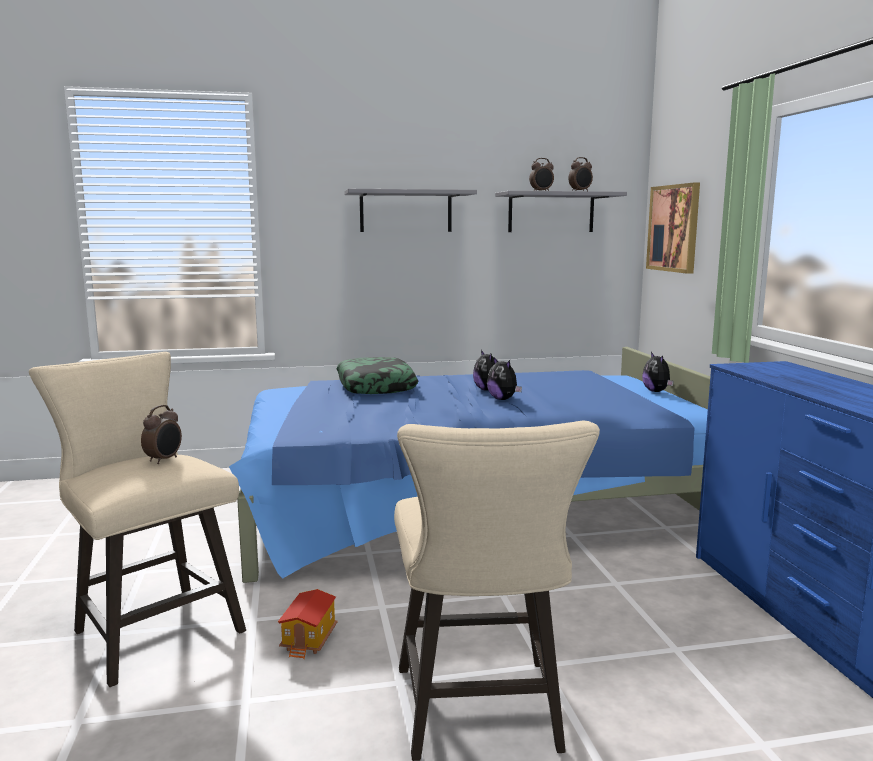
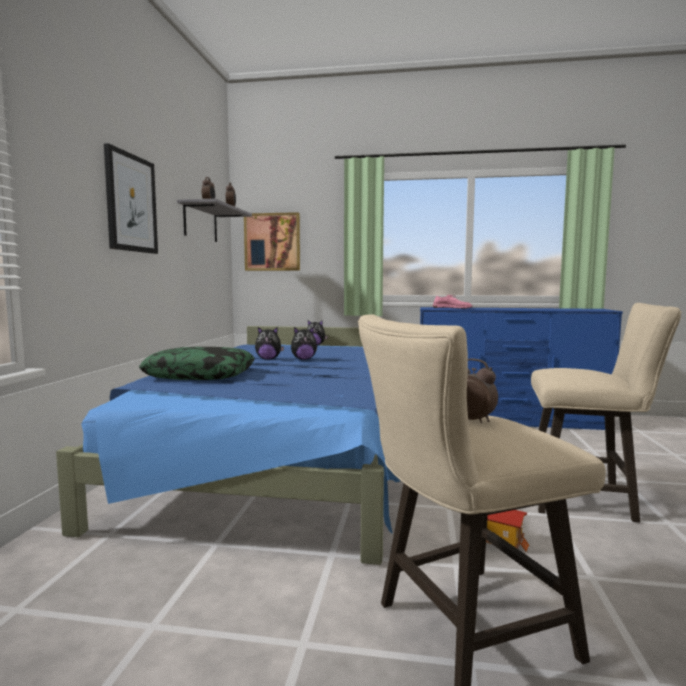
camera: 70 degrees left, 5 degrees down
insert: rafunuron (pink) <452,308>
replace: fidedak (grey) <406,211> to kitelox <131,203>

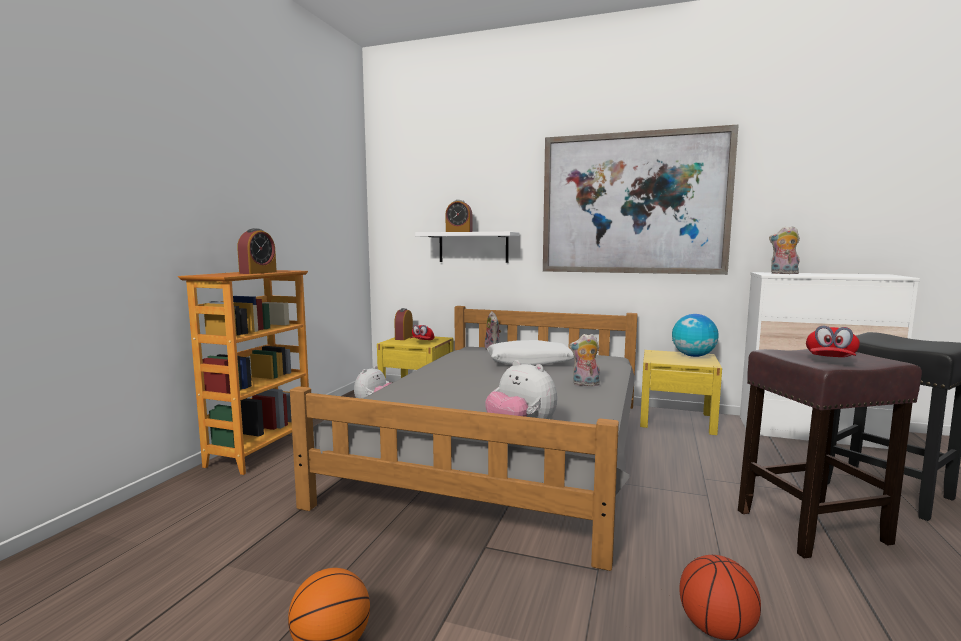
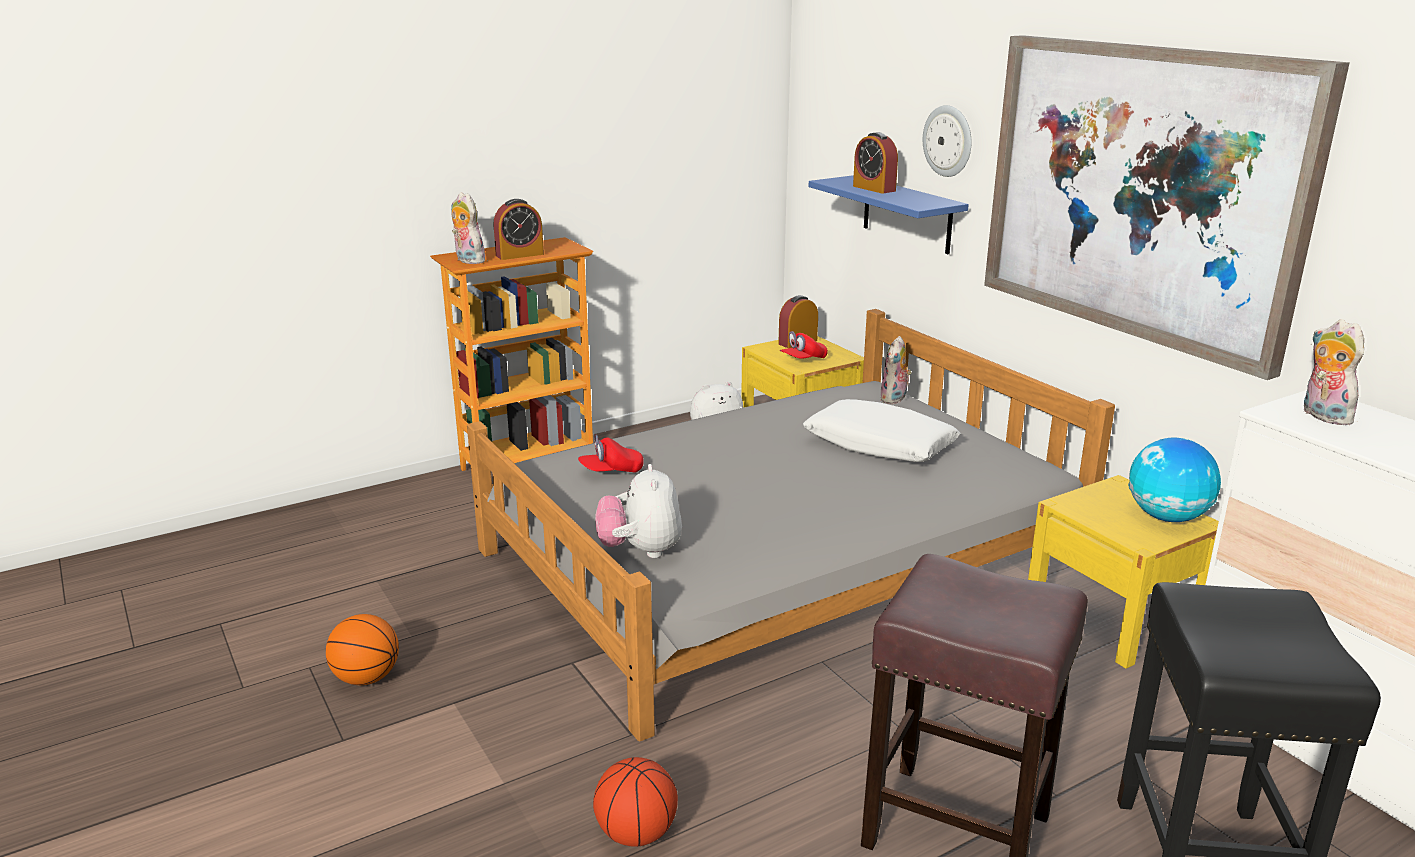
camera: 40 degrees right, 15 degrees up
insert: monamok <948,141>
move: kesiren <585,384> to <467,260>; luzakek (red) <830,361> to <611,471>
recolor: fidedak (white) <473,247> to fidedak (blue) <907,214>

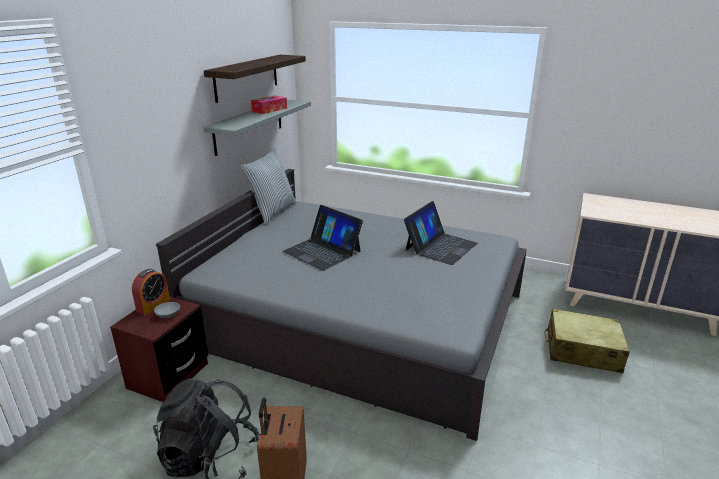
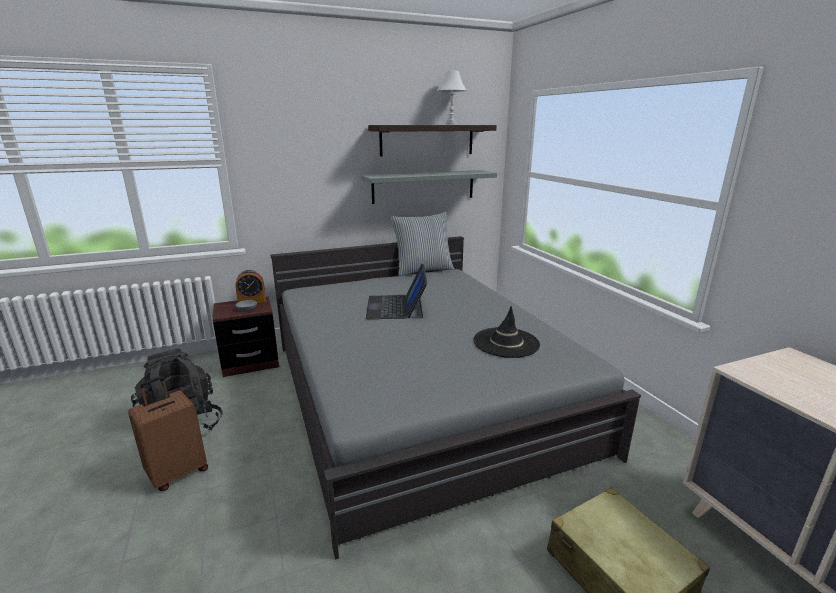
camera: 45 degrees right, 5 degrees down
delete: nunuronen <269,110>
insert: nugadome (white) <451,124>
replace: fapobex <440,246> to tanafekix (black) <506,342>

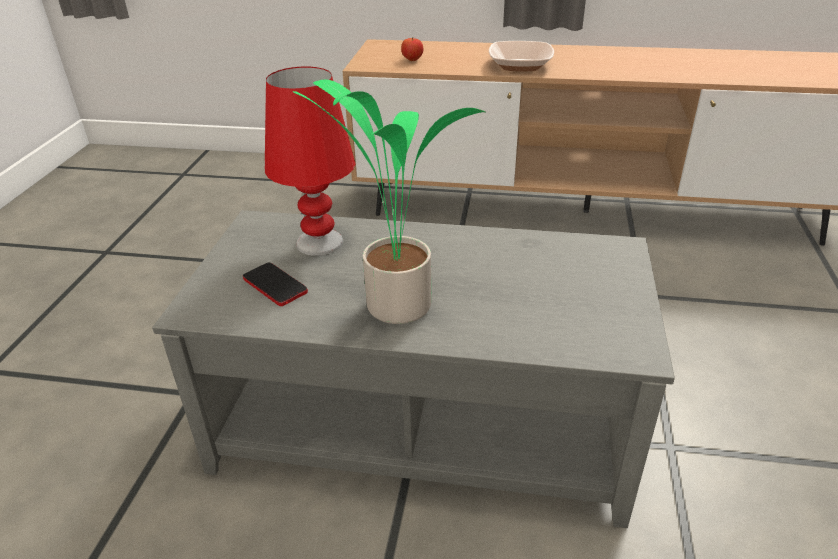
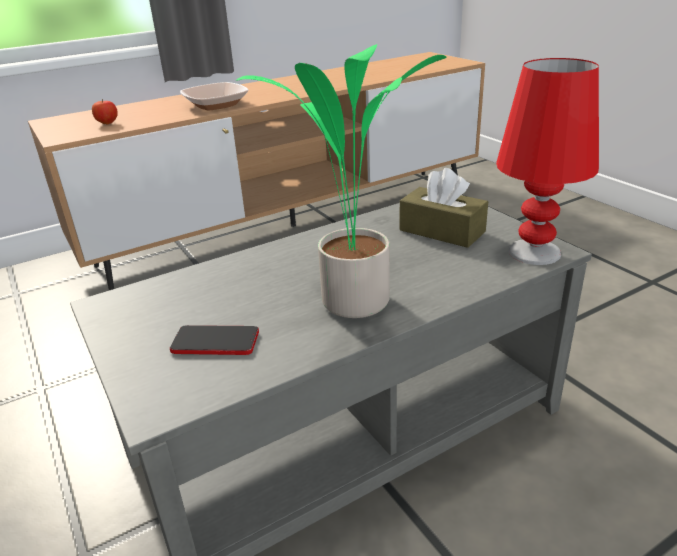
camera: 40 degrees left, 5 degrees down
insert: nunuronen (brown) <442,231>
move: nugadome (red) <320,242> to <534,252>

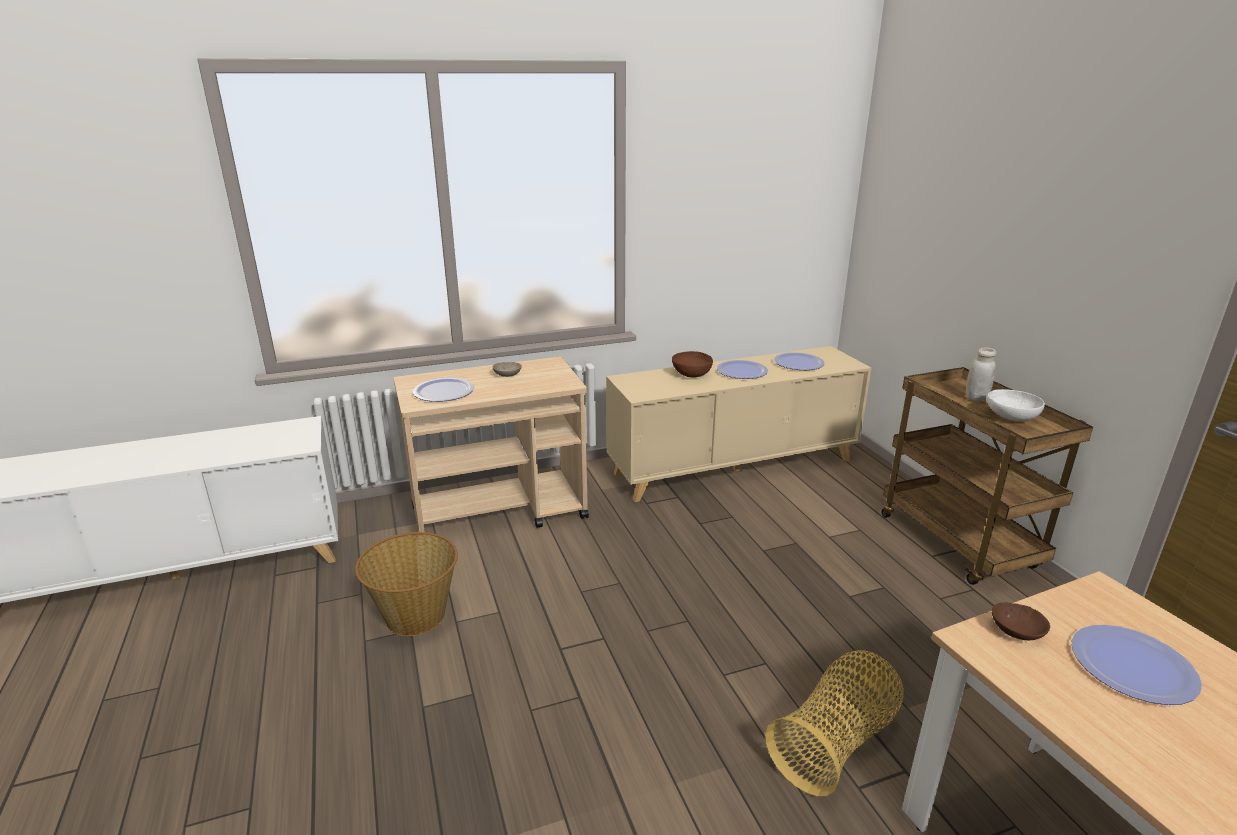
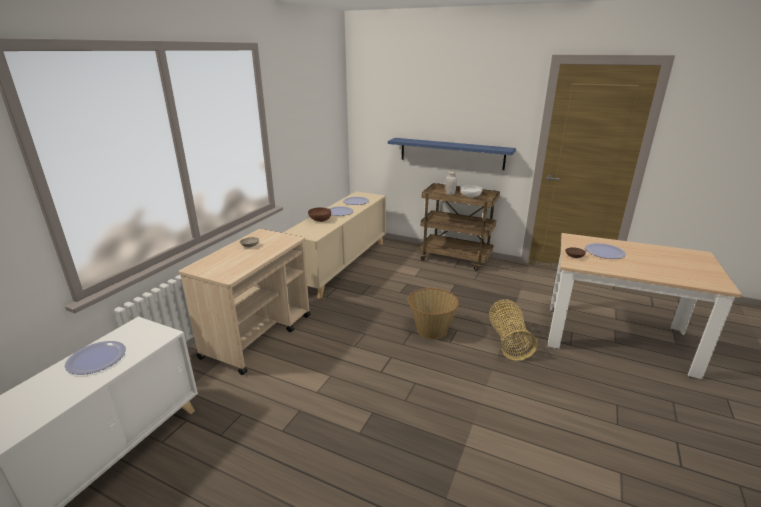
camera: 45 degrees left, 0 degrees up
insert: fidedak (blue) <451,153>
move: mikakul <415,615> to <431,330>; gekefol <444,391> to <96,358>

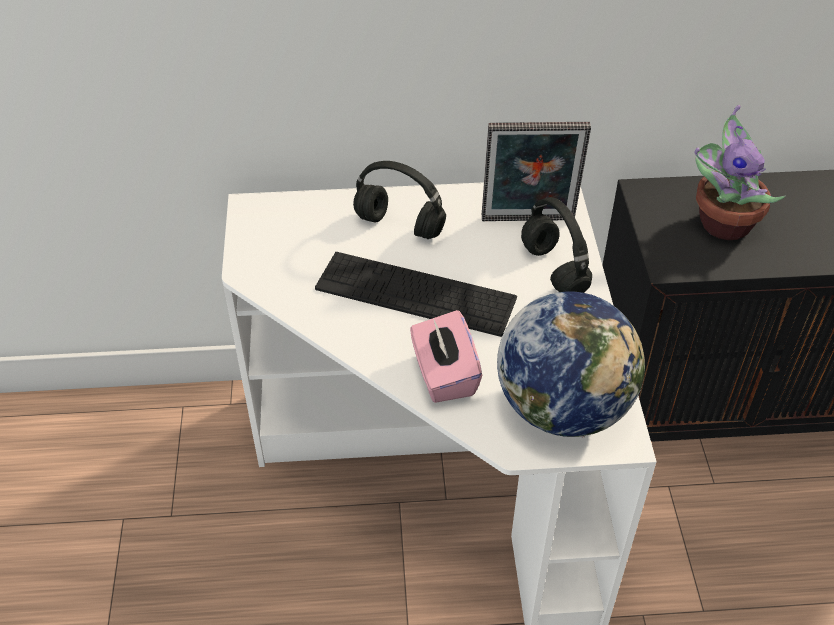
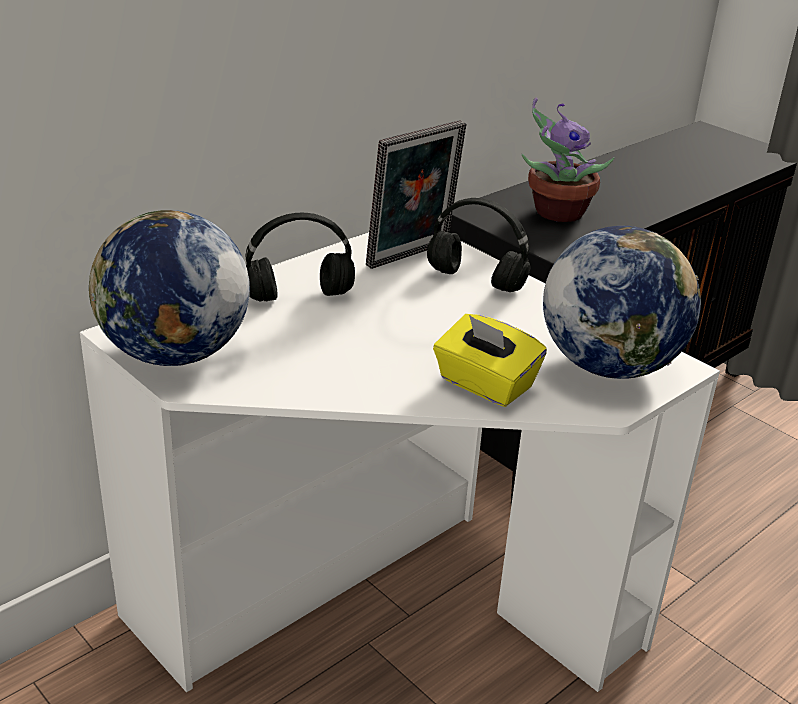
camera: 40 degrees left, 15 degrees down
delete: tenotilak <415,293>
insert: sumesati <174,354>
recolor: nunuronen (pink) <444,375> to nunuronen (yellow) <484,385>

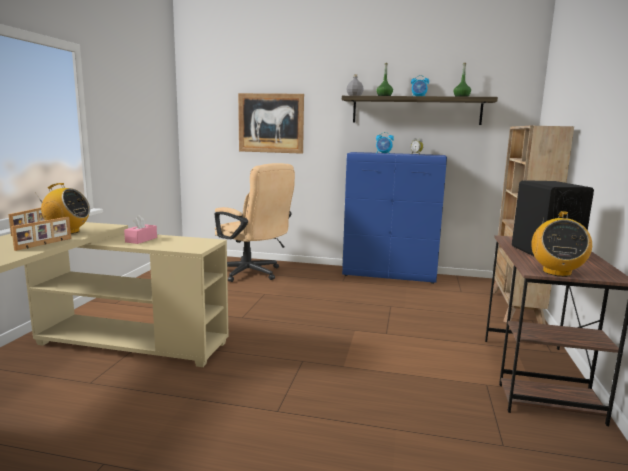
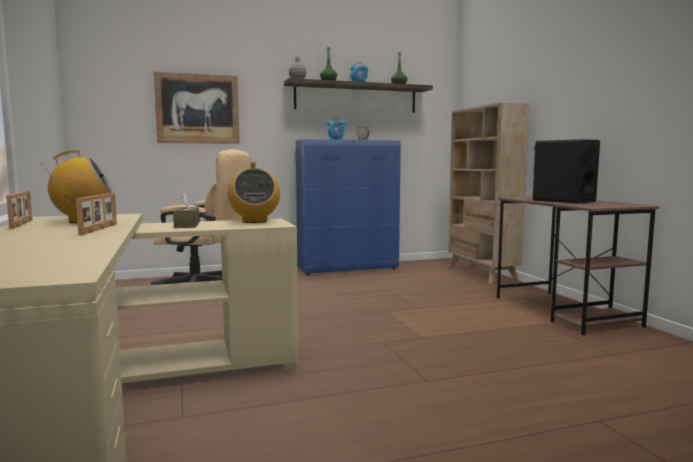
camera: 30 degrees left, 5 degrees down
move: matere <556,272> to <254,221>
recolor: nunuronen (pink) <141,240> to nunuronen (brown) <187,225>

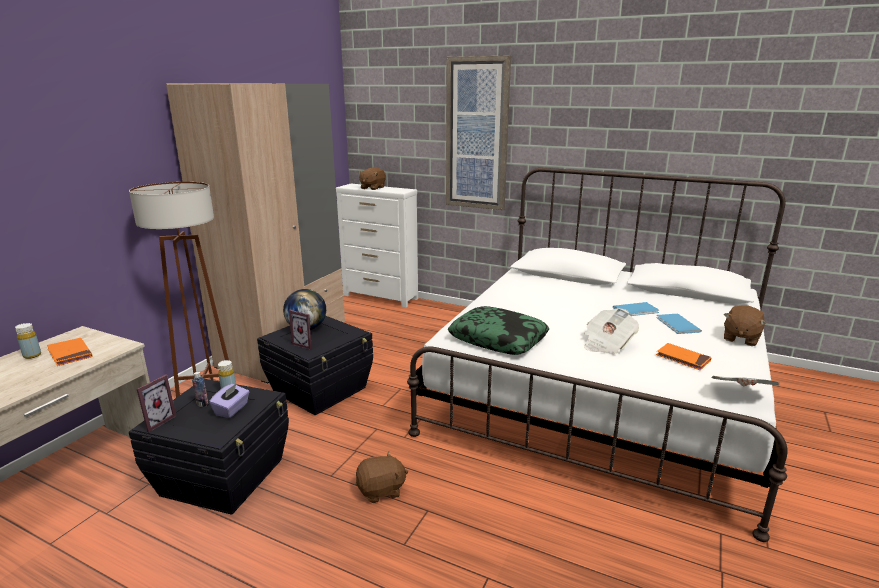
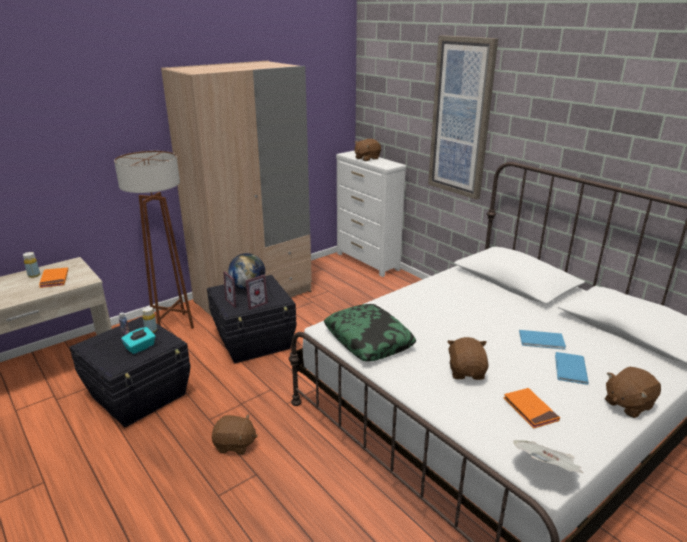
camera: 25 degrees right, 5 degrees up
move: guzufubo <156,421> to <255,304>
replace: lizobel <607,344> to kesiren (brown) <466,372>
recolor: nunuronen (purple) <232,409> to nunuronen (turquoise) <140,347>

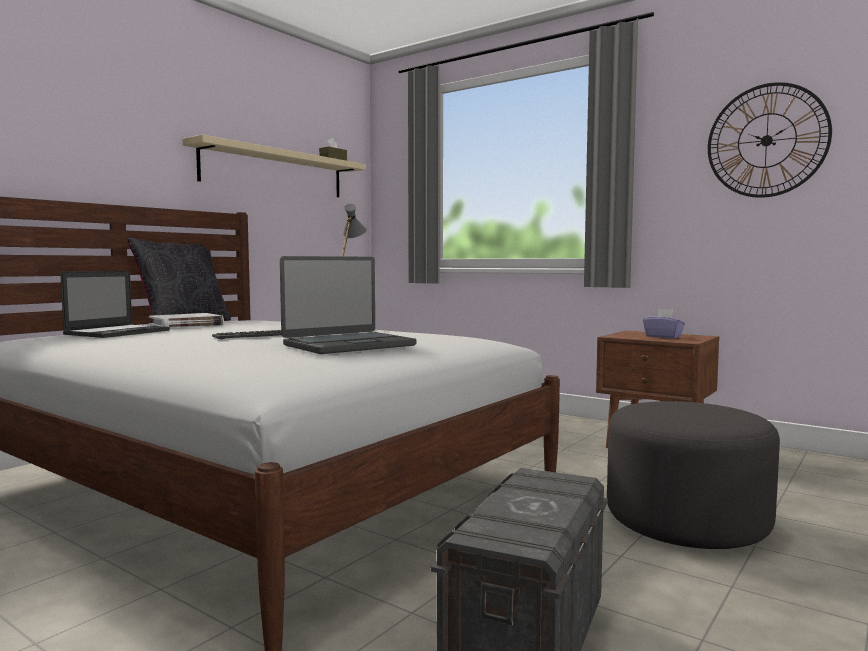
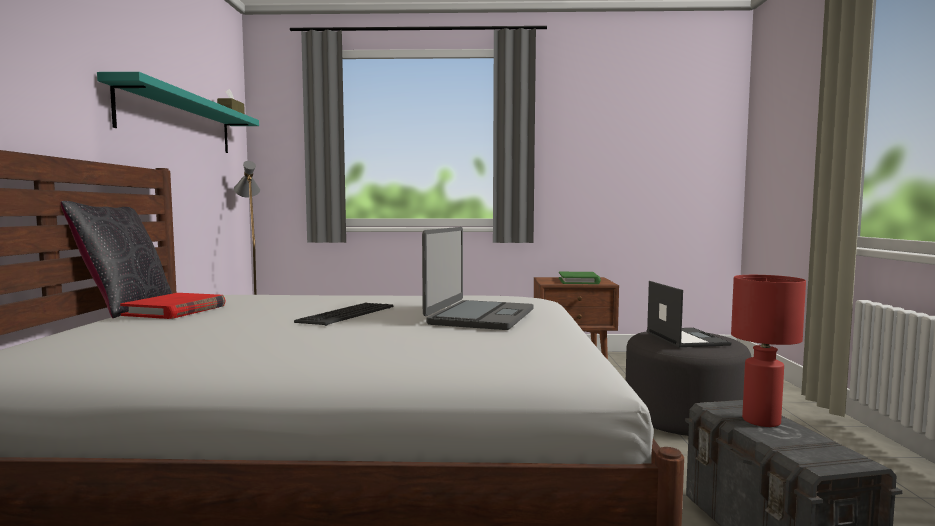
camera: 35 degrees left, 0 degrees up
delete: monamok <766,140>
insert: nugadome (red) <760,421>
move: fapobex <118,332> to <685,338>
replace: nunuronen (purple) <663,337> to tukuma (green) <579,281>
recolor: tukuma (white) <186,325> to tukuma (red) <175,310>; fidedak (beige) <275,172> to fidedak (turquoise) <179,121>

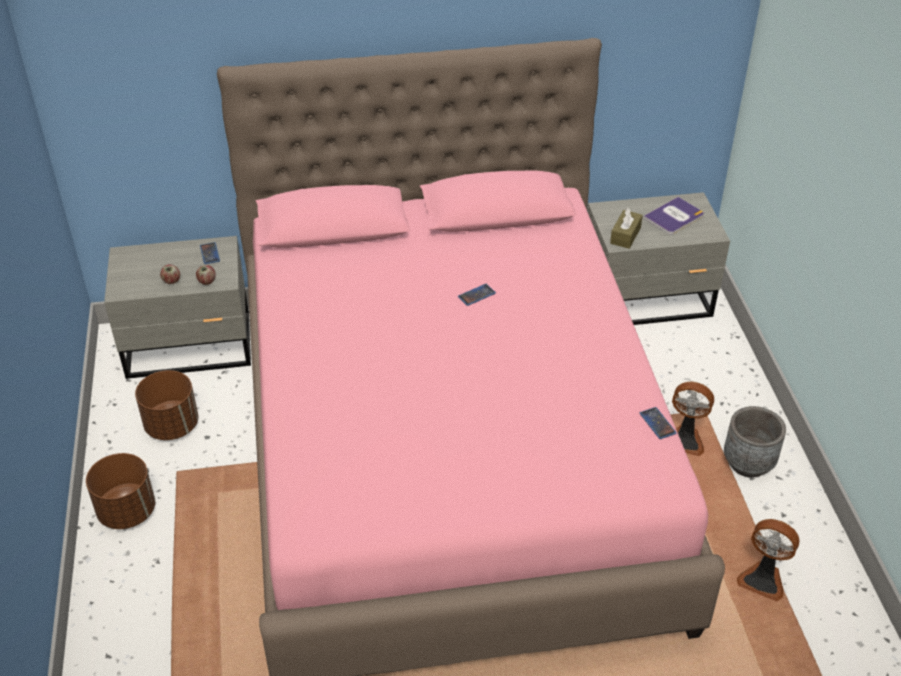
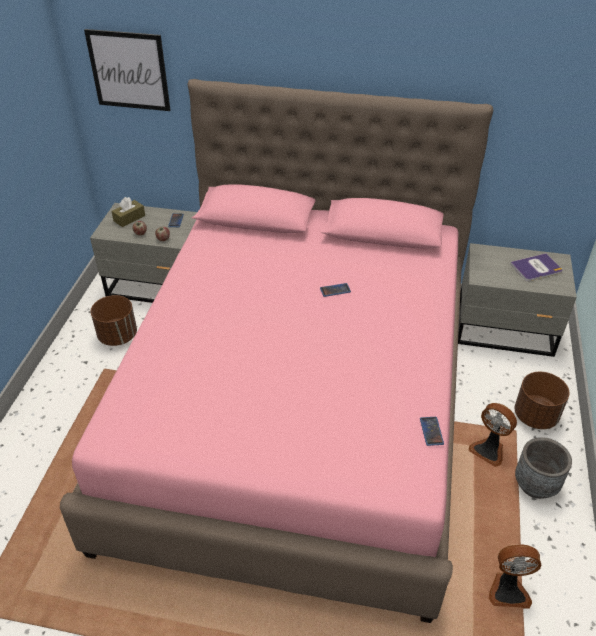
camera: 20 degrees right, 0 degrees up
insert: kitelox <129,70>
move: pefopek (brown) <127,511> to <535,416>; nunuronen (brown) <625,235> to <129,218>
rotate: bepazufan <762,580> = <507,590> 45 degrees counterclockwise

